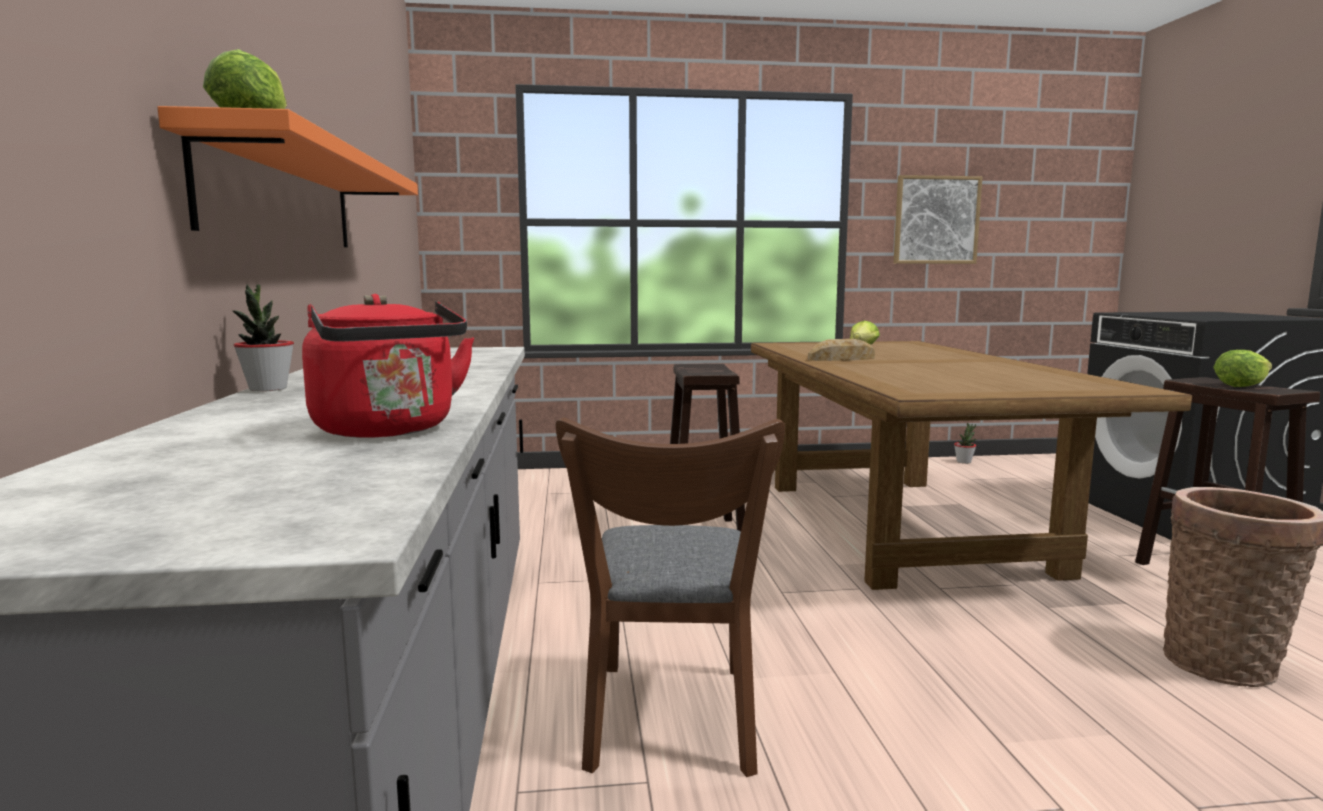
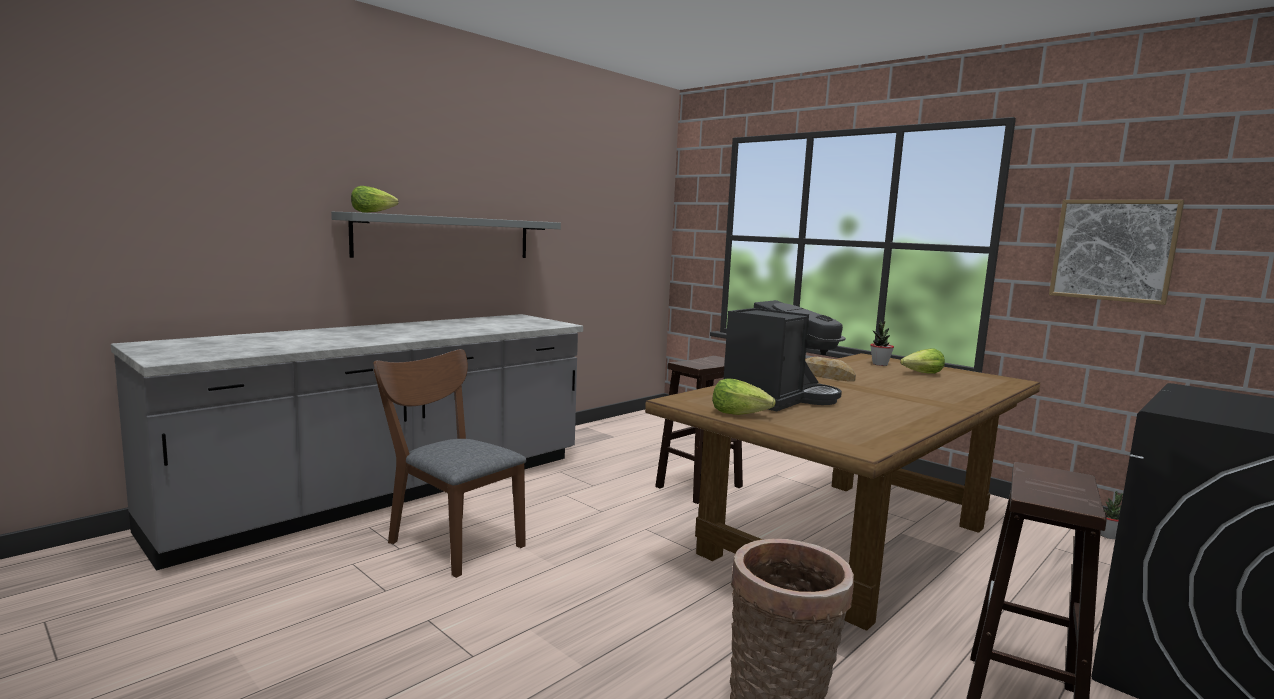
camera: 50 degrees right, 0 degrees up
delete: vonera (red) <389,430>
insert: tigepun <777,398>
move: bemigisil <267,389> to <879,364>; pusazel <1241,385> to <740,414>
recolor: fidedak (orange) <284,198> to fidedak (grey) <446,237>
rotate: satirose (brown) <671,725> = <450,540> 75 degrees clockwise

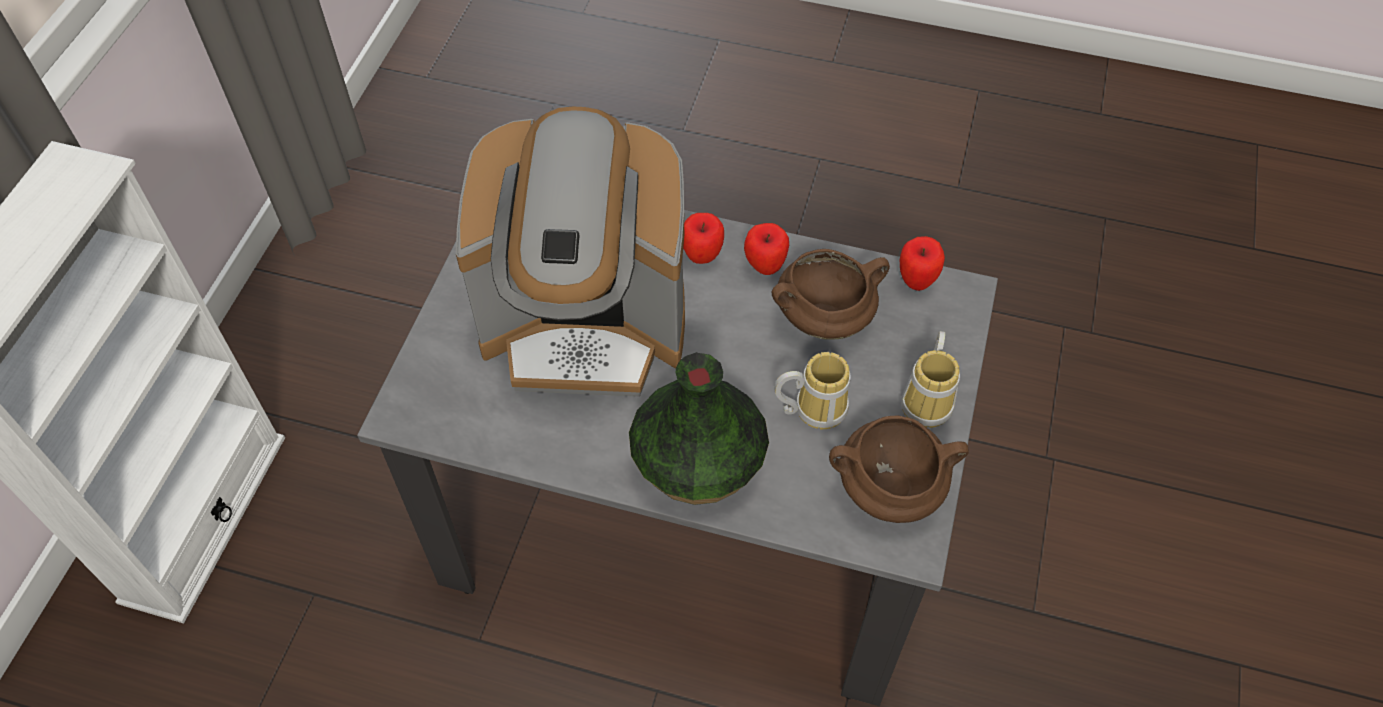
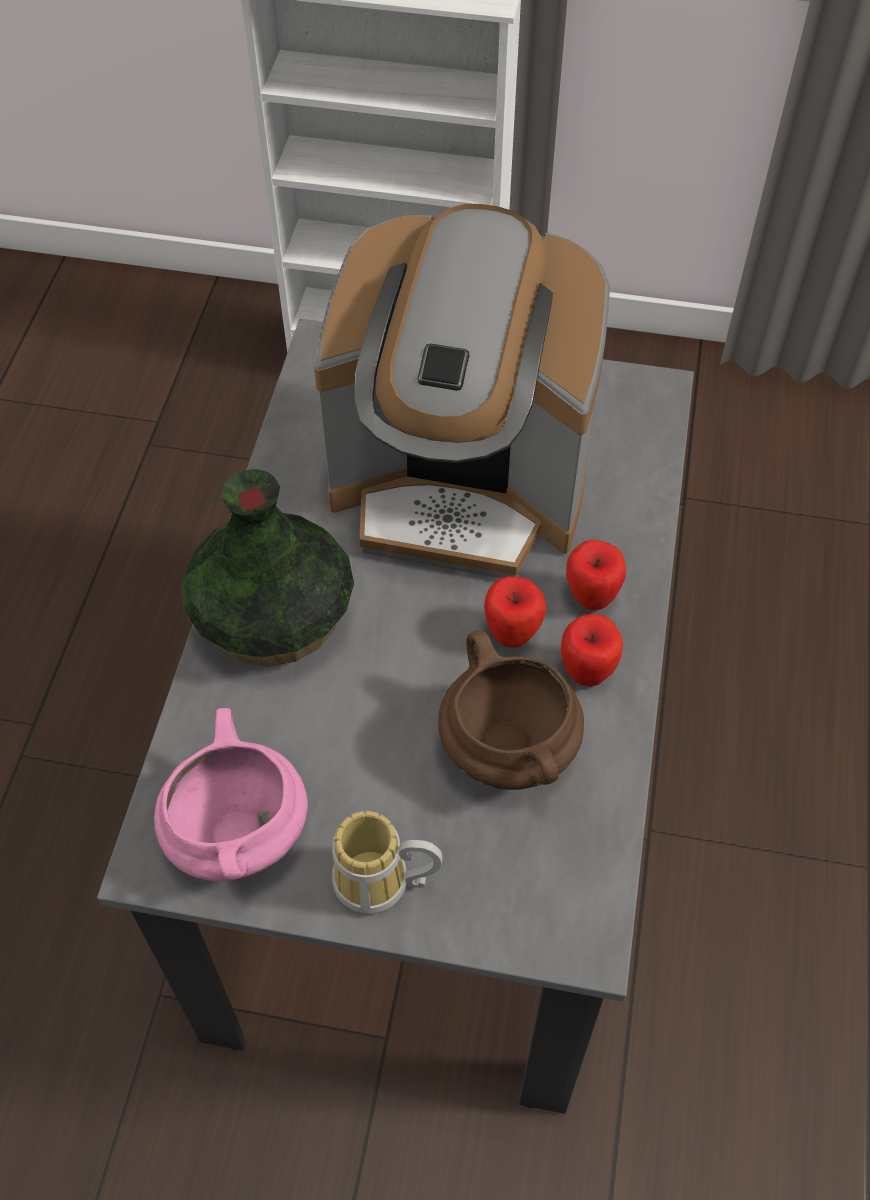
camera: 85 degrees right, 0 degrees up
delete: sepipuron <812,407>
move: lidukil <916,281> to <512,634>
recolor: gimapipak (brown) <888,490> to gimapipak (pink) <236,831>
rotate: tigepun <586,326> = <461,489> 75 degrees counterclockwise

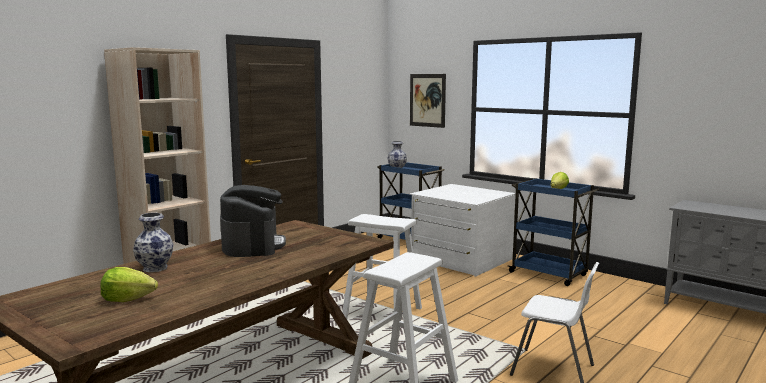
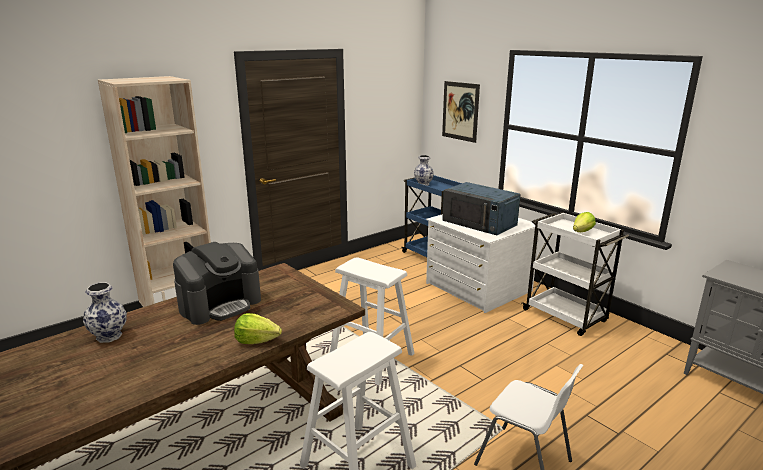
camera: 10 degrees right, 10 degrees up
insert: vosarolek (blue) <480,222>
move: pusazel <128,299> to <256,341>
recolor: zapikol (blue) <549,274> to zapikol (white) <566,316>
rotate: tigepun <253,245> = <220,304> 45 degrees clockwise

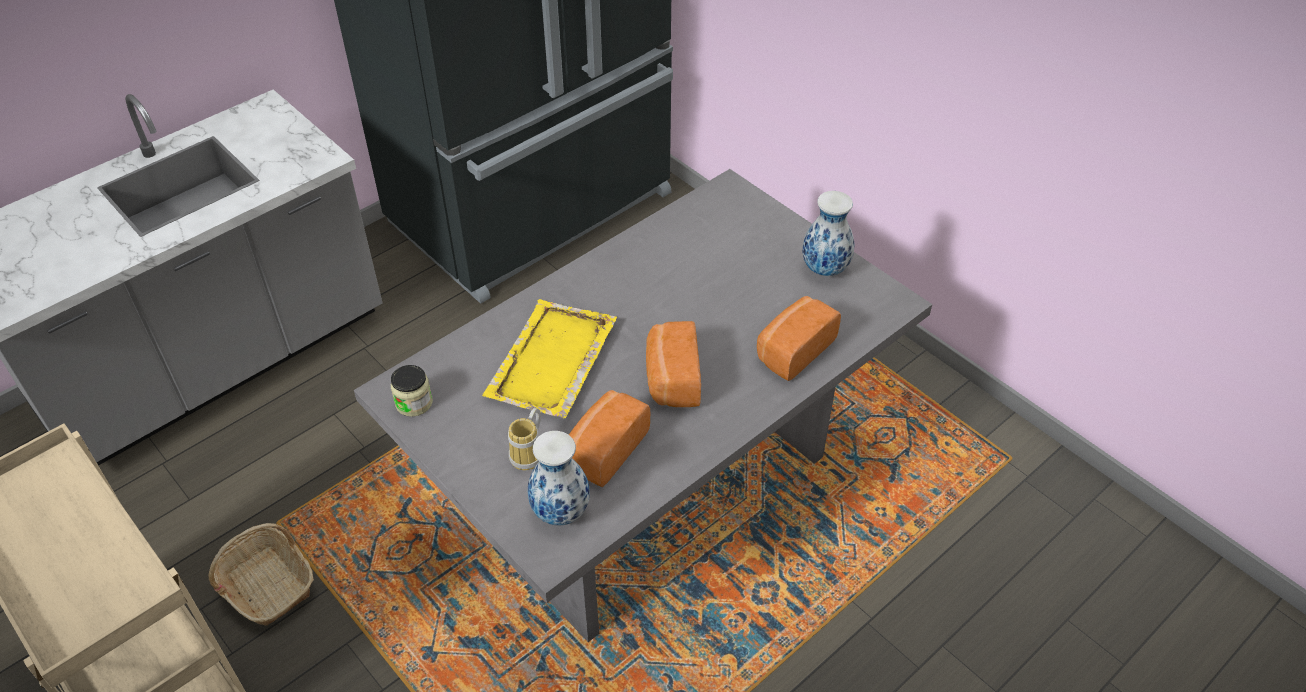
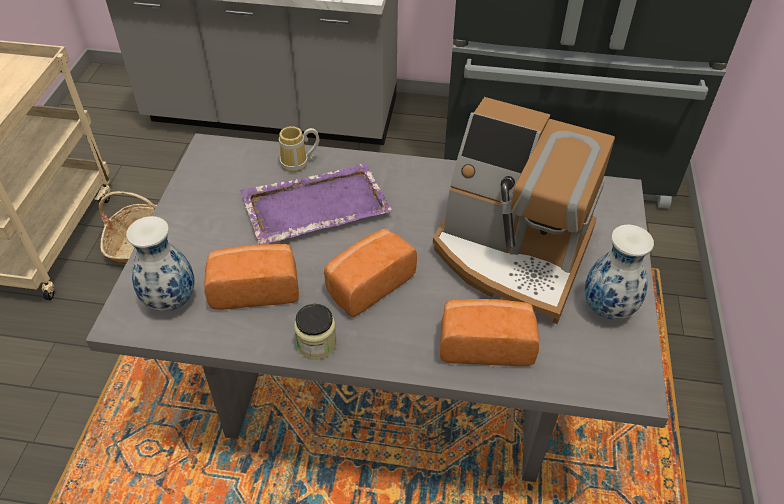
camera: 50 degrees right, 0 degrees up
insert: tigepun <512,253>
move: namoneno <414,403> to <316,343>; sepipuron <530,454> to <299,164>
recolor: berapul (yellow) <551,362> to berapul (purple) <314,206>

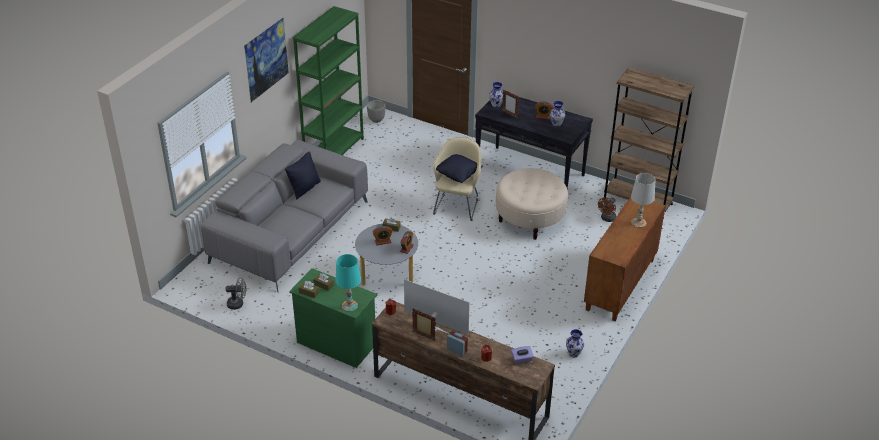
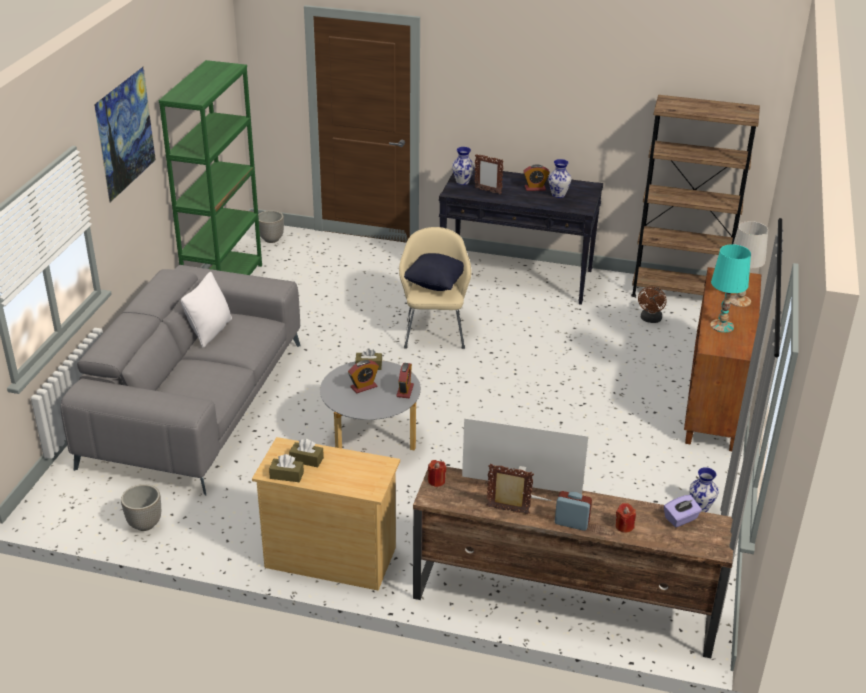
camera: 15 degrees left, 5 degrees down
delete: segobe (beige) <530,219>
move: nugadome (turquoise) <349,306> to <722,326>
replace: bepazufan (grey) <238,304> to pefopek <144,524>
recolor: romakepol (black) <304,188> to romakepol (white) <210,331>; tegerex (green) <336,343> to tegerex (beige) <330,557>

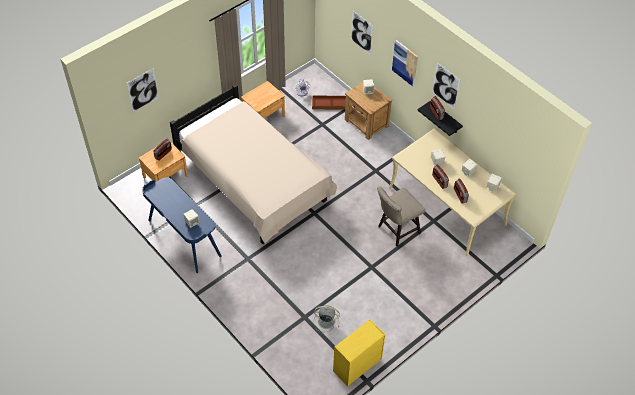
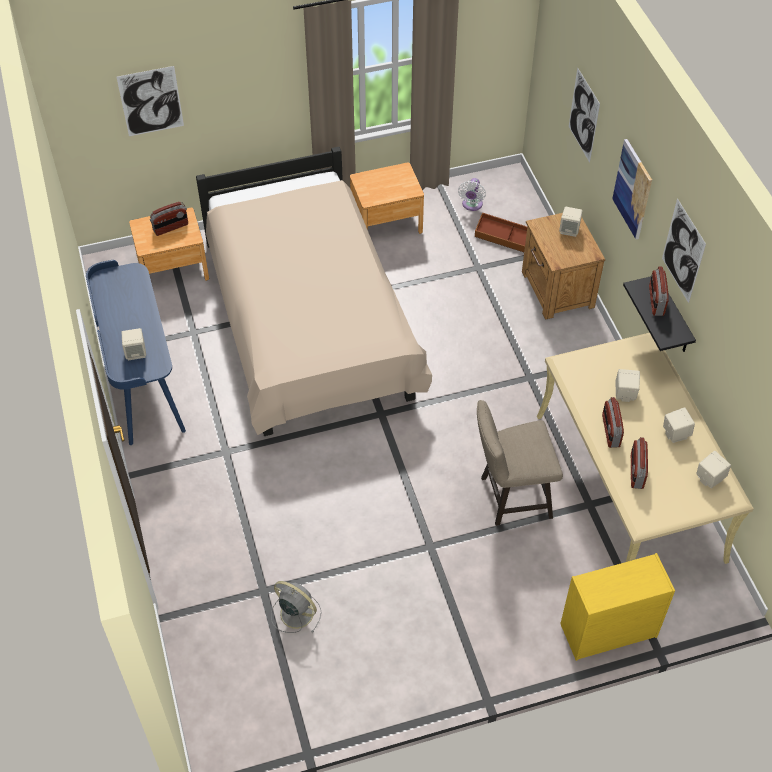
camera: 25 degrees right, 0 degrees up
move: tegerex (yellow) <357,365> to <607,631>

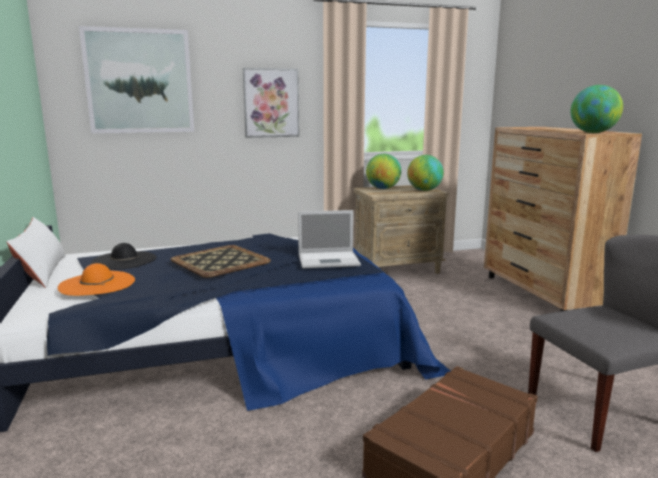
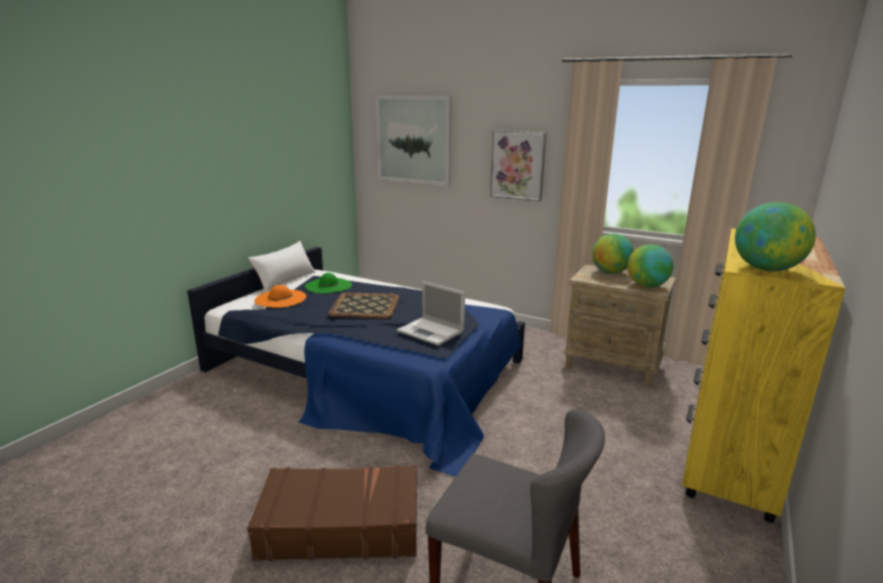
camera: 45 degrees right, 5 degrees up
recolor: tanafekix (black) <124,260> to tanafekix (green) <328,286>; tegerex (brown) <542,293> to tegerex (yellow) <729,460>

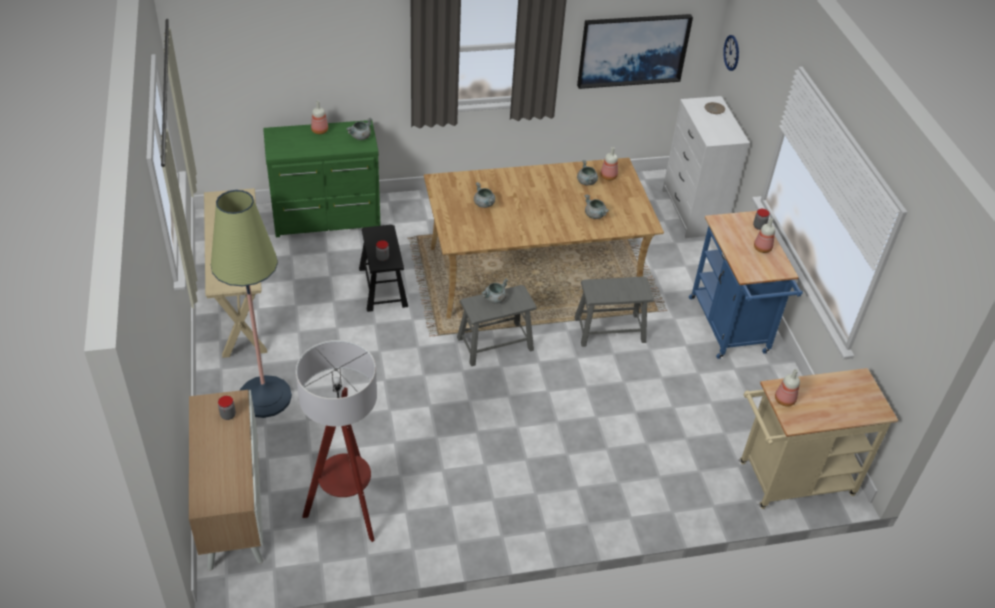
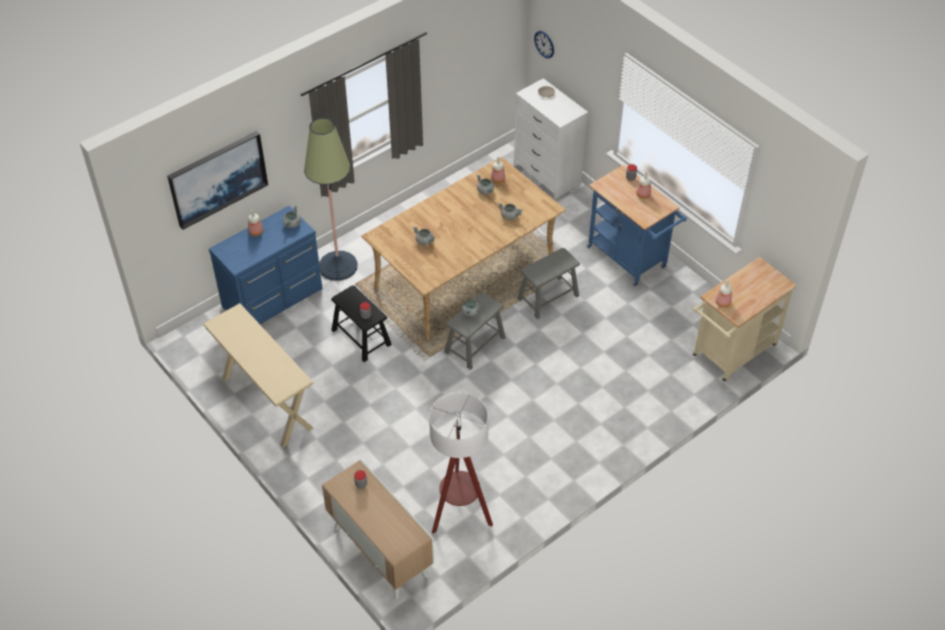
camera: 25 degrees left, 5 degrees up
move: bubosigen <265,397> to <338,266>; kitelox <633,50> to <217,178>
recolor: tegerex (green) <327,218> to tegerex (blue) <274,299>

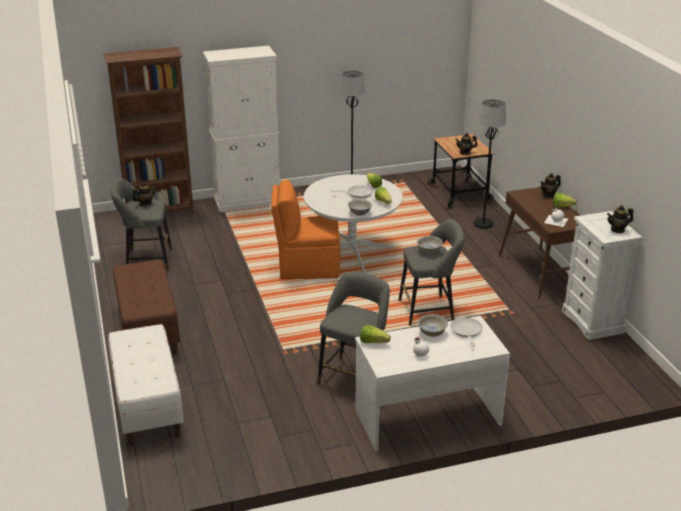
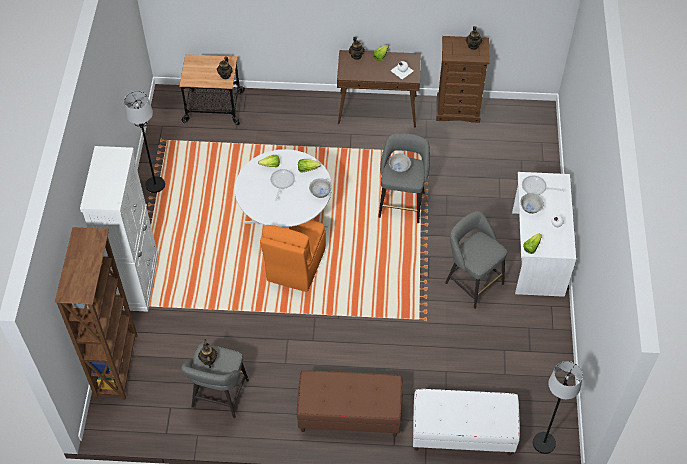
camera: 70 degrees left, 25 degrees up
move: bubosigen (black) <483,224> to <544,443>
recolor: tegerex (white) <593,322> to tegerex (brown) <458,109>

